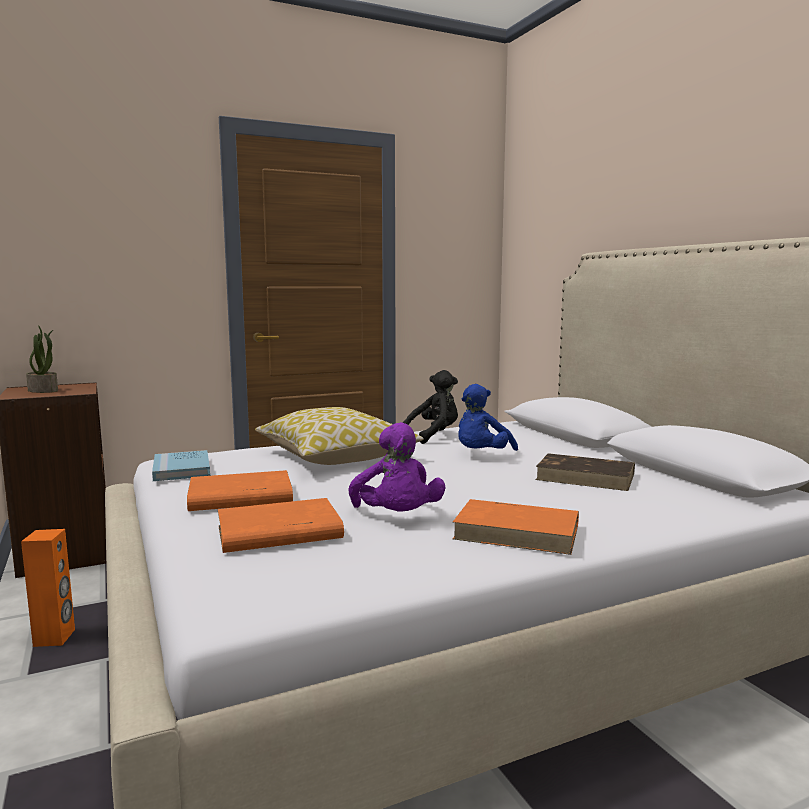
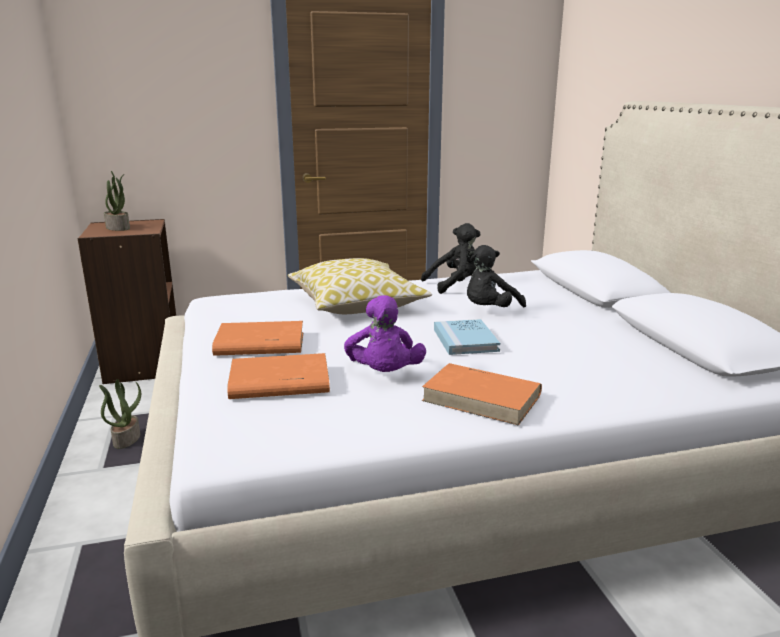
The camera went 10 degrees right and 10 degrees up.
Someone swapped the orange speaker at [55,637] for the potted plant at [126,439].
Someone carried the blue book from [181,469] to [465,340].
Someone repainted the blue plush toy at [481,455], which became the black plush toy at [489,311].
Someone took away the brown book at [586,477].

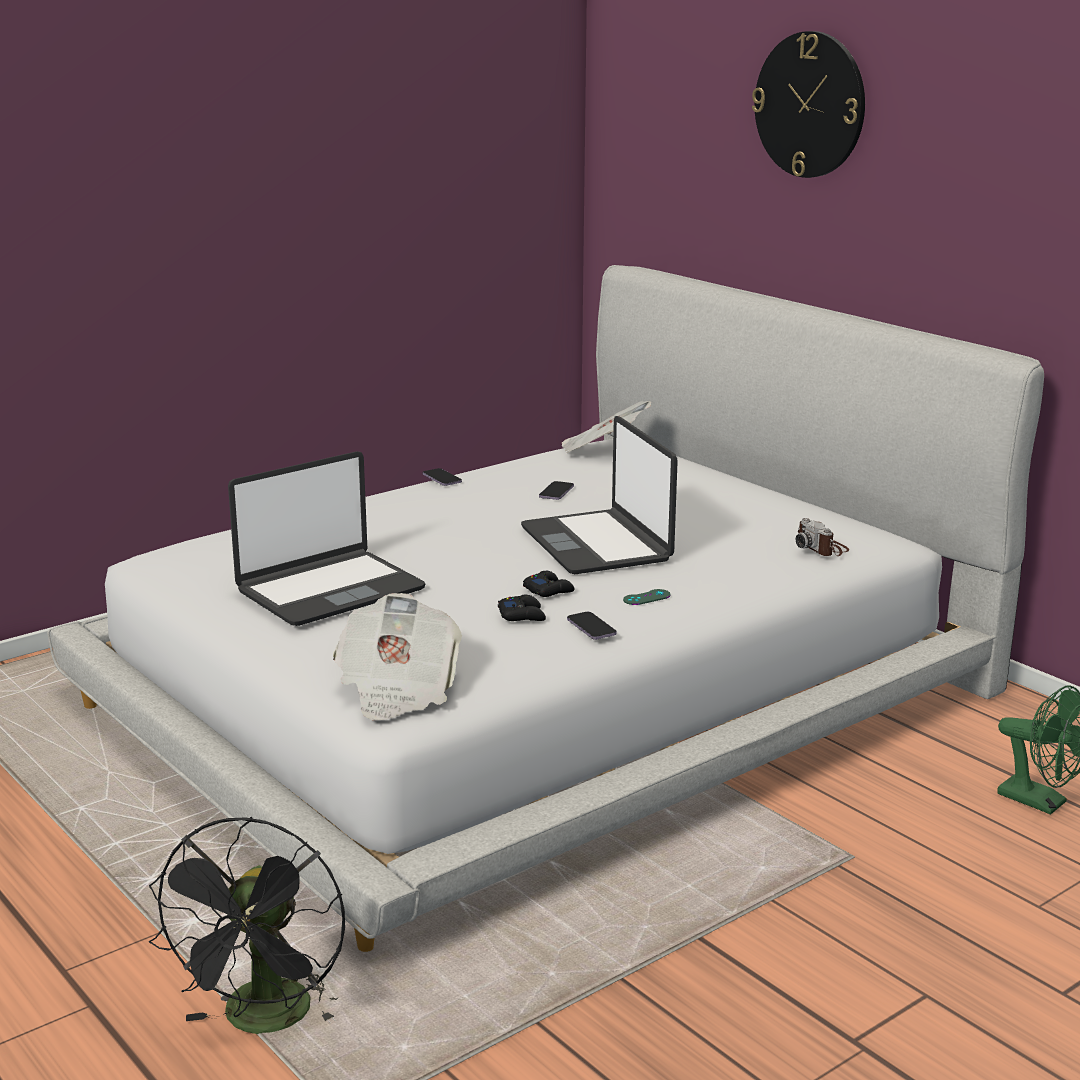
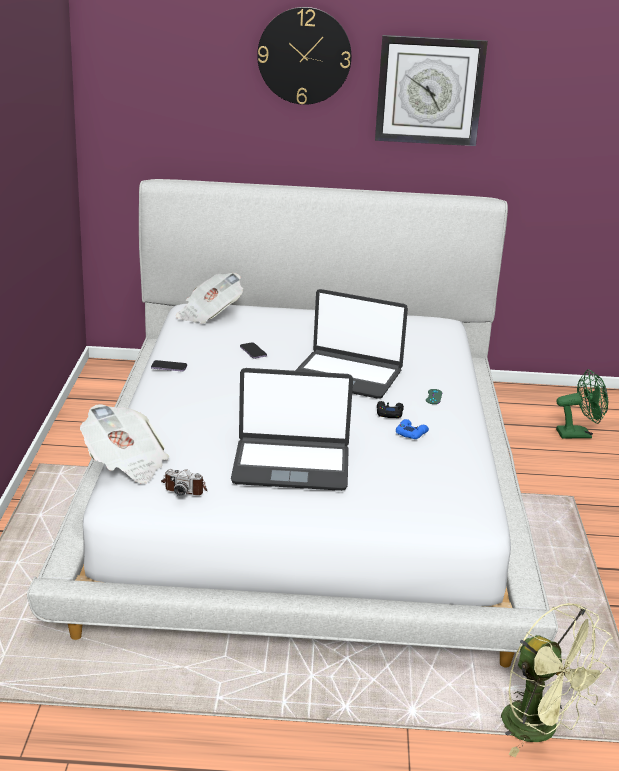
The camera went 50 degrees left and 5 degrees up.
Someone repainted the black fan at [264,1022], which became the green fan at [540,730].
Someone rotated the laptop at [329,590] by 90 degrees clockwise.
Someone carried the newspaper from [397,690] to [126,463].
Someone repainted the black game controller at [522,615], which became the blue game controller at [411,433].
Someone took away the phone at [591,628].
Someone carried the photo camera from [821,548] to [185,488].
Someone put up the wall clock at [429,90].

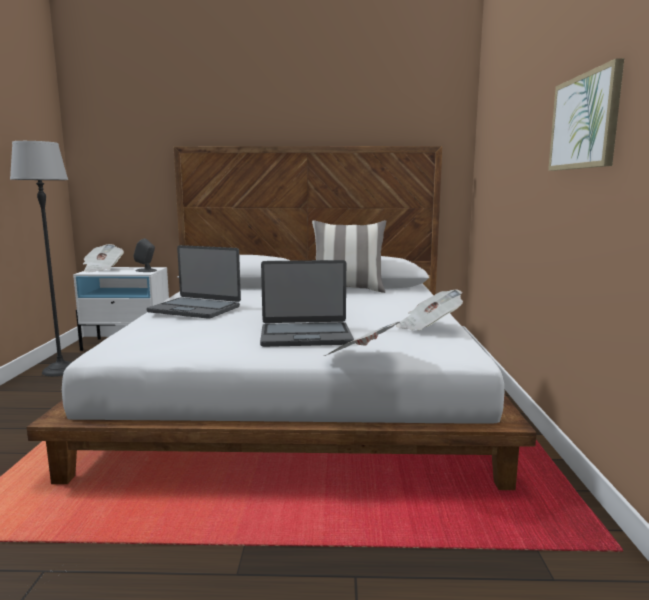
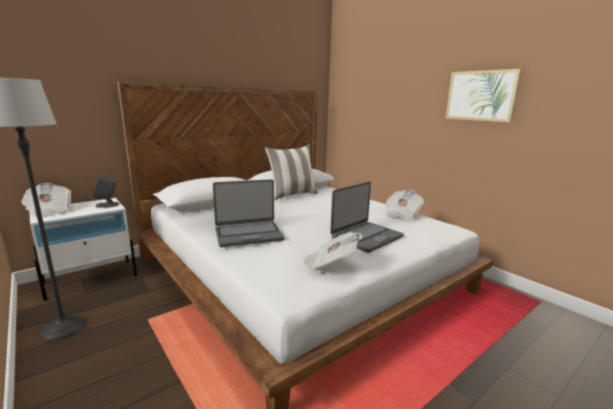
The camera went 40 degrees left and 5 degrees up.
Someone carried the newspaper from [361,359] to [330,264].

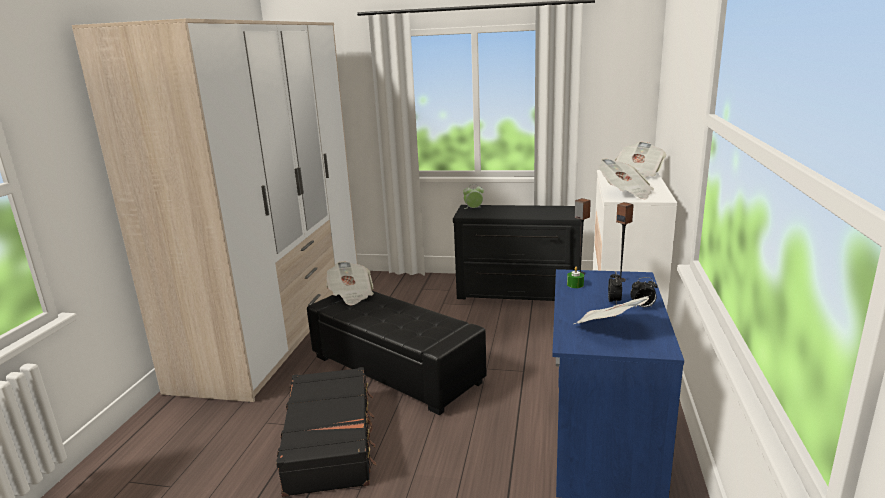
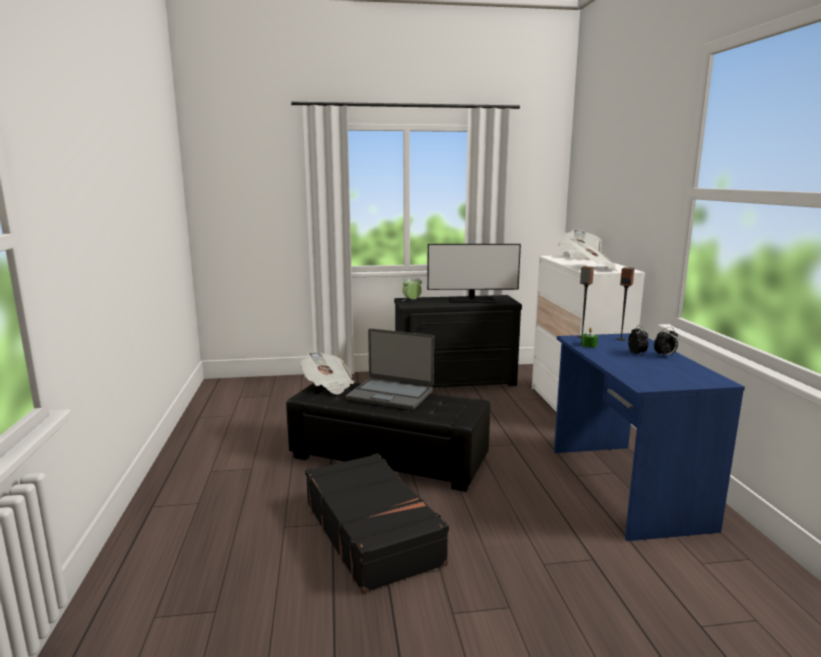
The camera went 20 degrees left and 5 degrees down.
Someone took away the wardrobe at [279,325].
Someone took away the newspaper at [609,328].
Someone put down the laptop at [390,394].
Someone put down the monitor at [472,300].

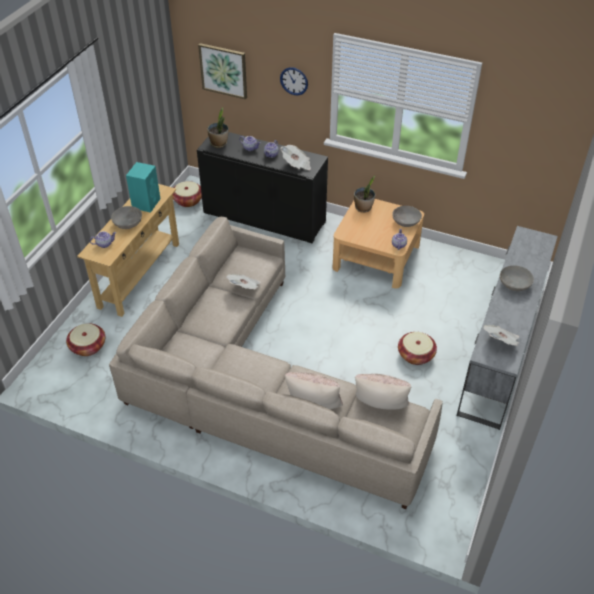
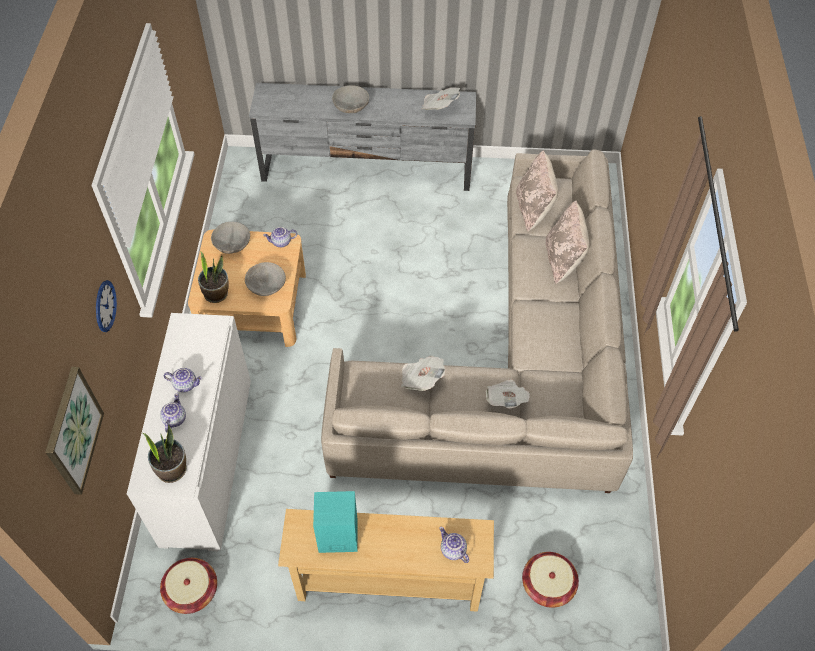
The camera went 110 degrees left and 10 degrees up.
Someone carried the grey bowl from [128,223] to [266,285].
Someone repainted the black cabinet at [264,217], which became the white cabinet at [207,460].
Someone carried the newspaper from [296,164] to [506,399].
Someone took away the basket at [415,355].

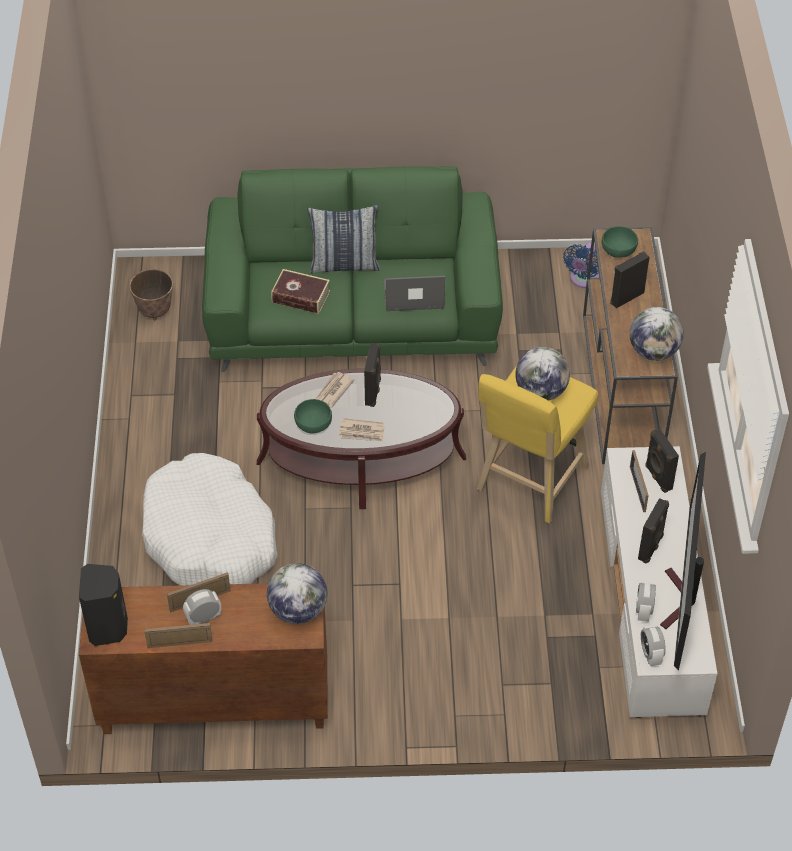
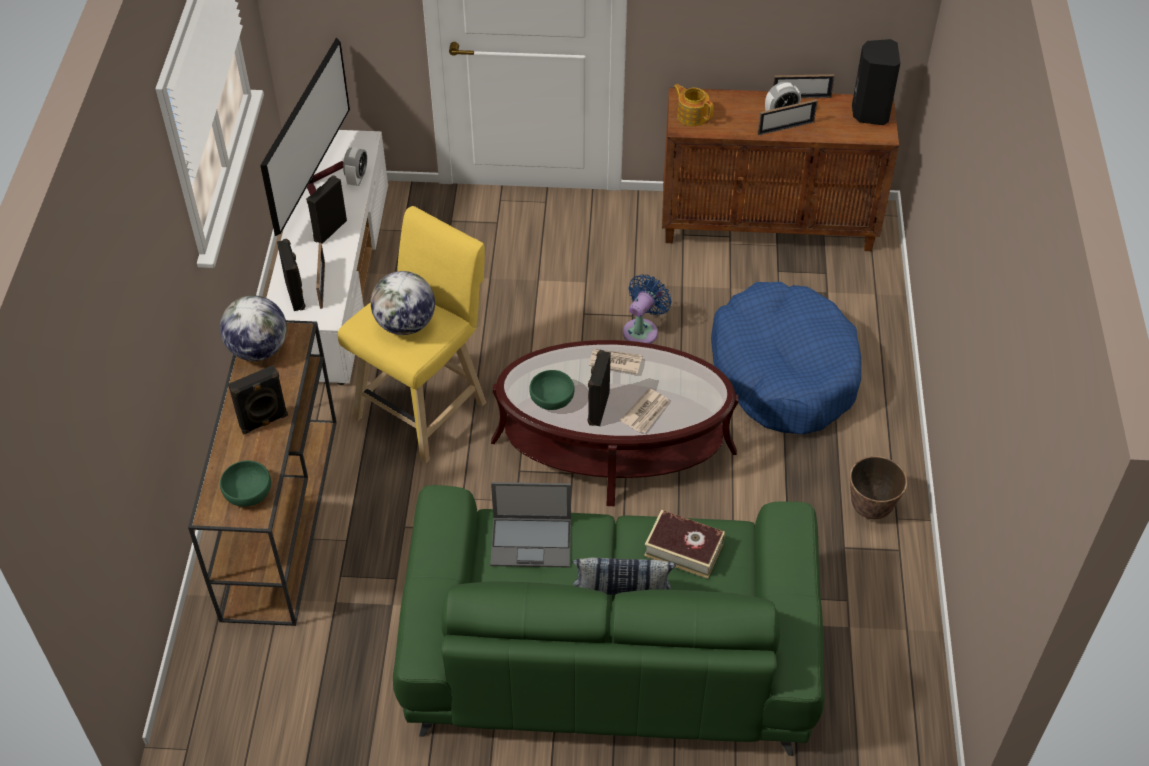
The camera went 175 degrees left and 0 degrees up.
Someone carried the planter from [155,312] to [870,509].
Someone repainted the white dog bed at [210,537], which became the blue dog bed at [783,371].
Someone swapped the globe at [298,610] for the teapot at [692,115].
Someone carried the green bowl from [312,423] to [552,399].
Someone carried the blue fan from [583,280] to [642,330].
Someone took away the alarm clock at [650,654].

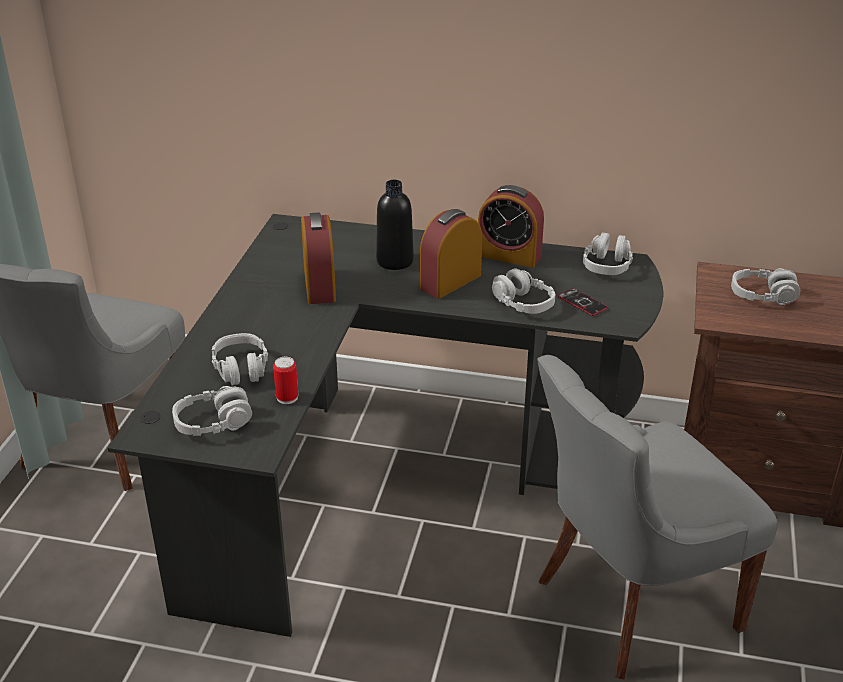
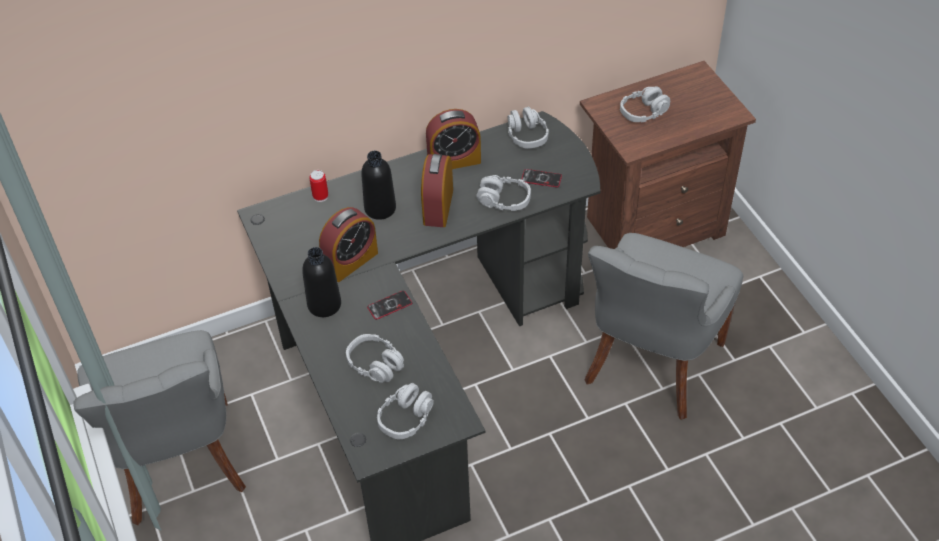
The camera went 35 degrees left and 15 degrees up.
Someone carried the can from [287,397] to [320,196].
Someone rotated the alarm clock at [319,286] by 90 degrees clockwise.
Someone put down the black bottle at [324,304].
Someone put down the phone at [389,305].

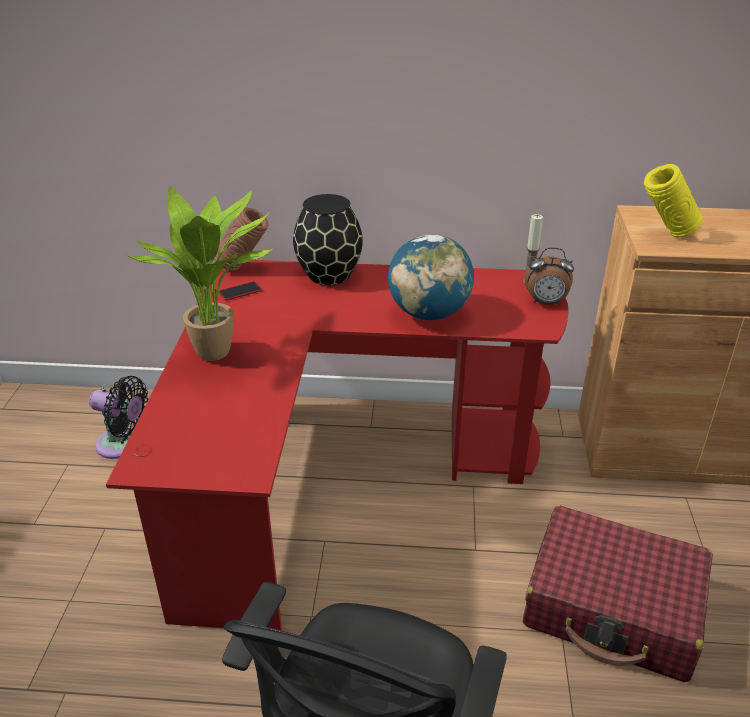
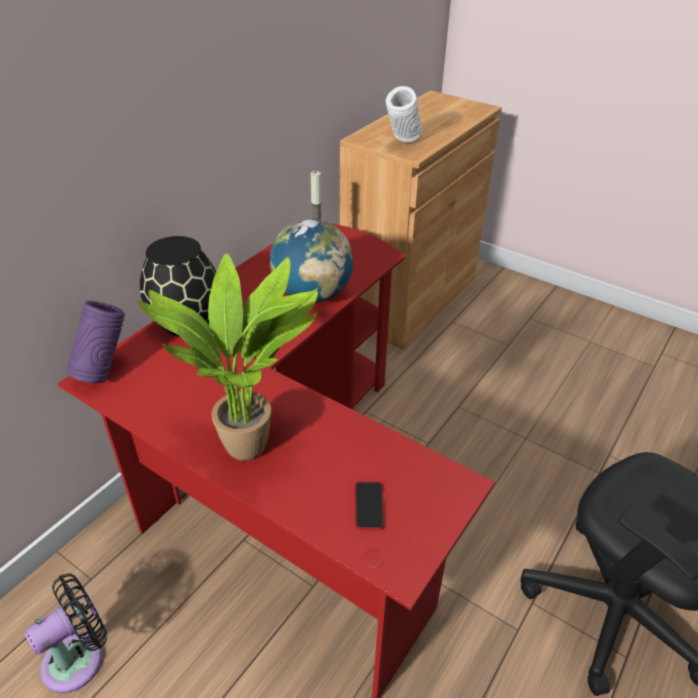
The camera went 60 degrees left and 5 degrees up.
Someone repainted the brown vase at [243,268], which became the purple vase at [104,372].
Someone carried the phone from [240,292] to [369,506].
Someone took away the red suitcase at [613,608].
Someone took away the alarm clock at [546,303].
Someone repainted the yellow vase at [665,234], which became the white vase at [402,144].

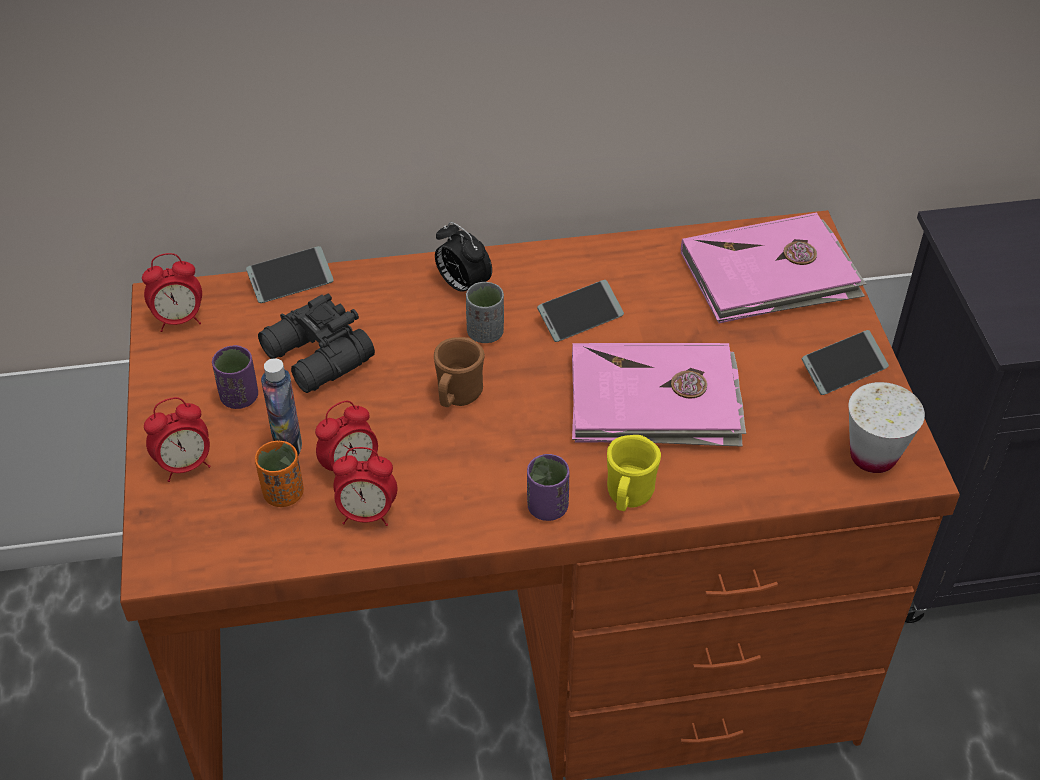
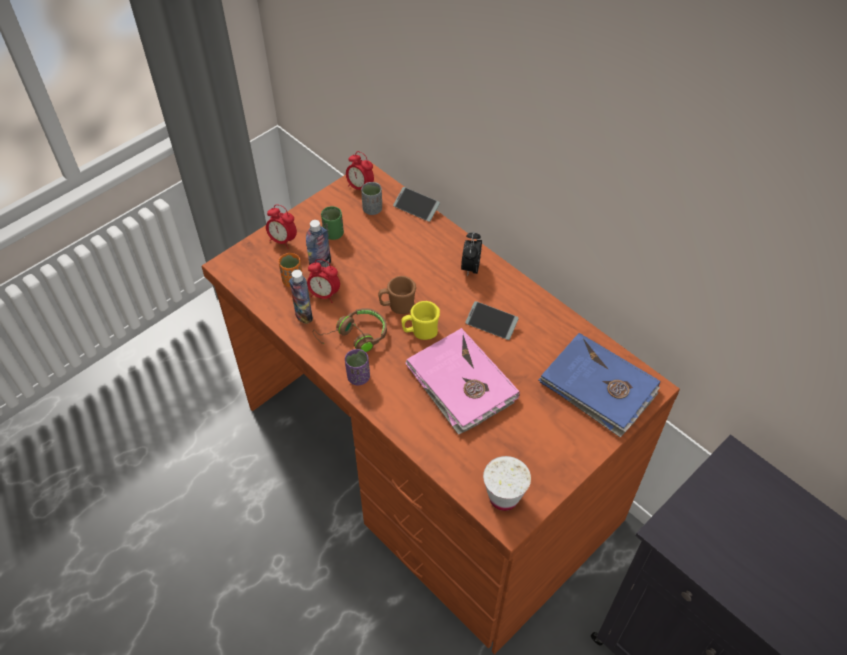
The camera went 55 degrees right and 5 degrees up.
Someone repainted the purple cup at [240,397], which became the green cup at [333,234].
Someone took away the black binoculars at [317,358].
Someone swapped the alarm clock at [367,514] for the bottle at [303,315].
Someone carried the grey cup from [485,333] to [372,209].
Someone carried the yellow mug from [628,497] to [420,332].
Someone repainted the pink book at [770,275], which became the blue book at [598,387].
Someone took away the phone at [843,369].
Someone put down the brown headphones at [354,337].

